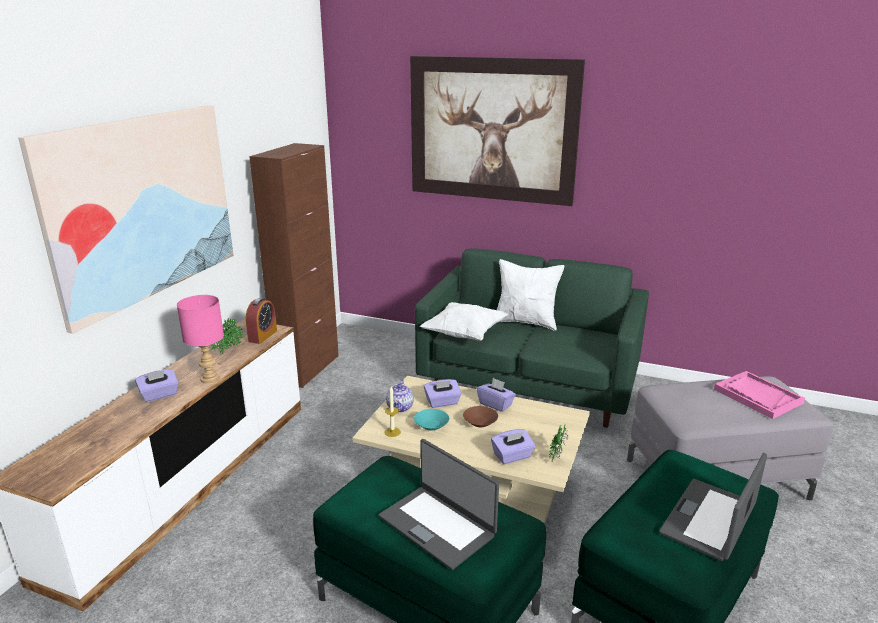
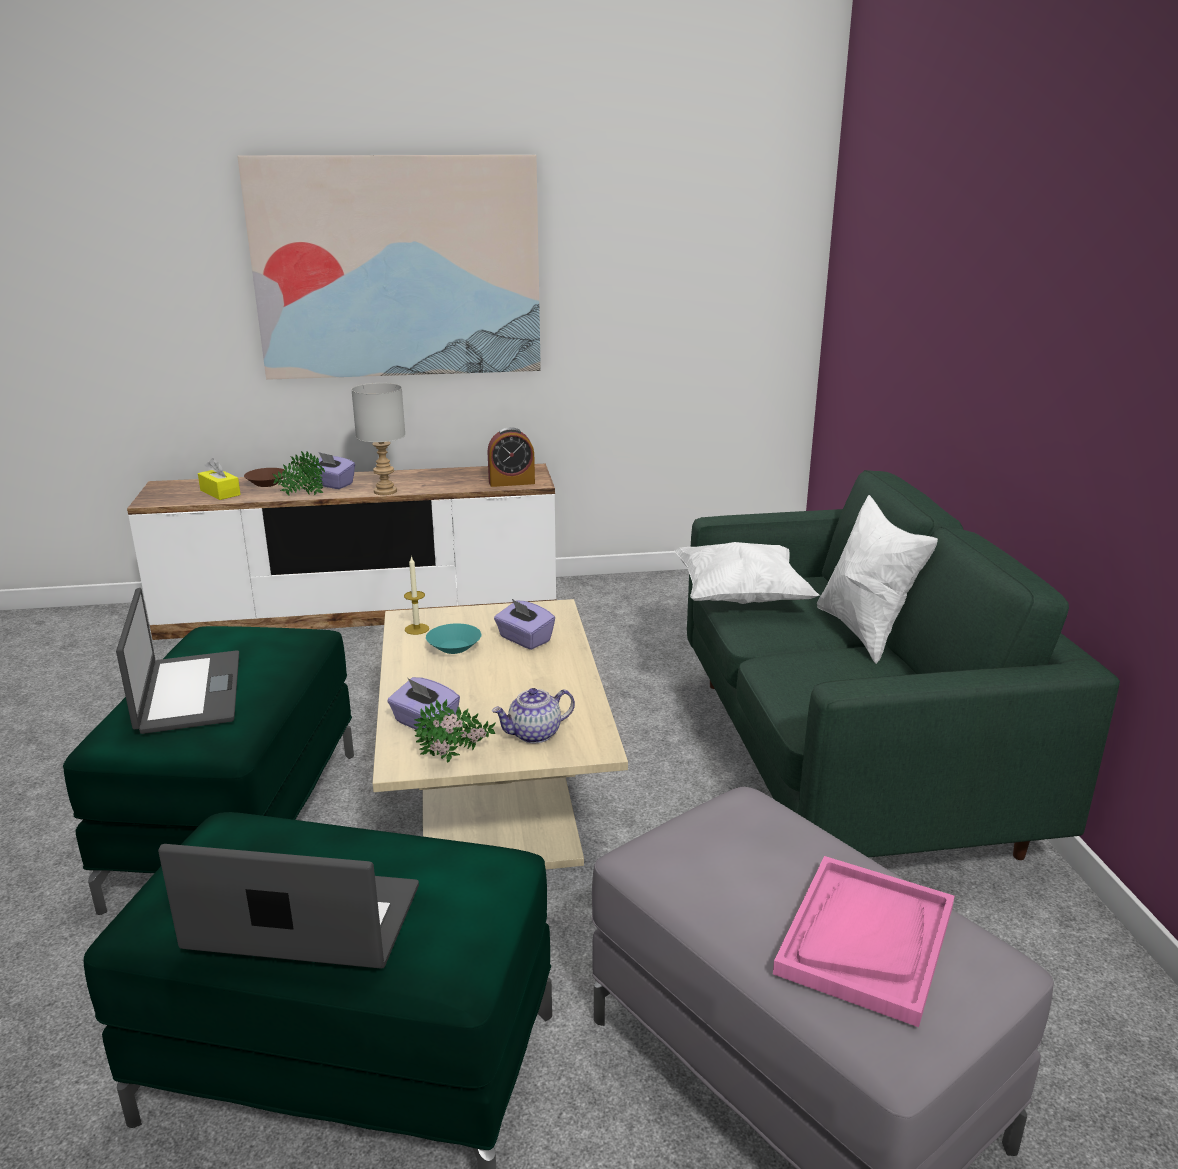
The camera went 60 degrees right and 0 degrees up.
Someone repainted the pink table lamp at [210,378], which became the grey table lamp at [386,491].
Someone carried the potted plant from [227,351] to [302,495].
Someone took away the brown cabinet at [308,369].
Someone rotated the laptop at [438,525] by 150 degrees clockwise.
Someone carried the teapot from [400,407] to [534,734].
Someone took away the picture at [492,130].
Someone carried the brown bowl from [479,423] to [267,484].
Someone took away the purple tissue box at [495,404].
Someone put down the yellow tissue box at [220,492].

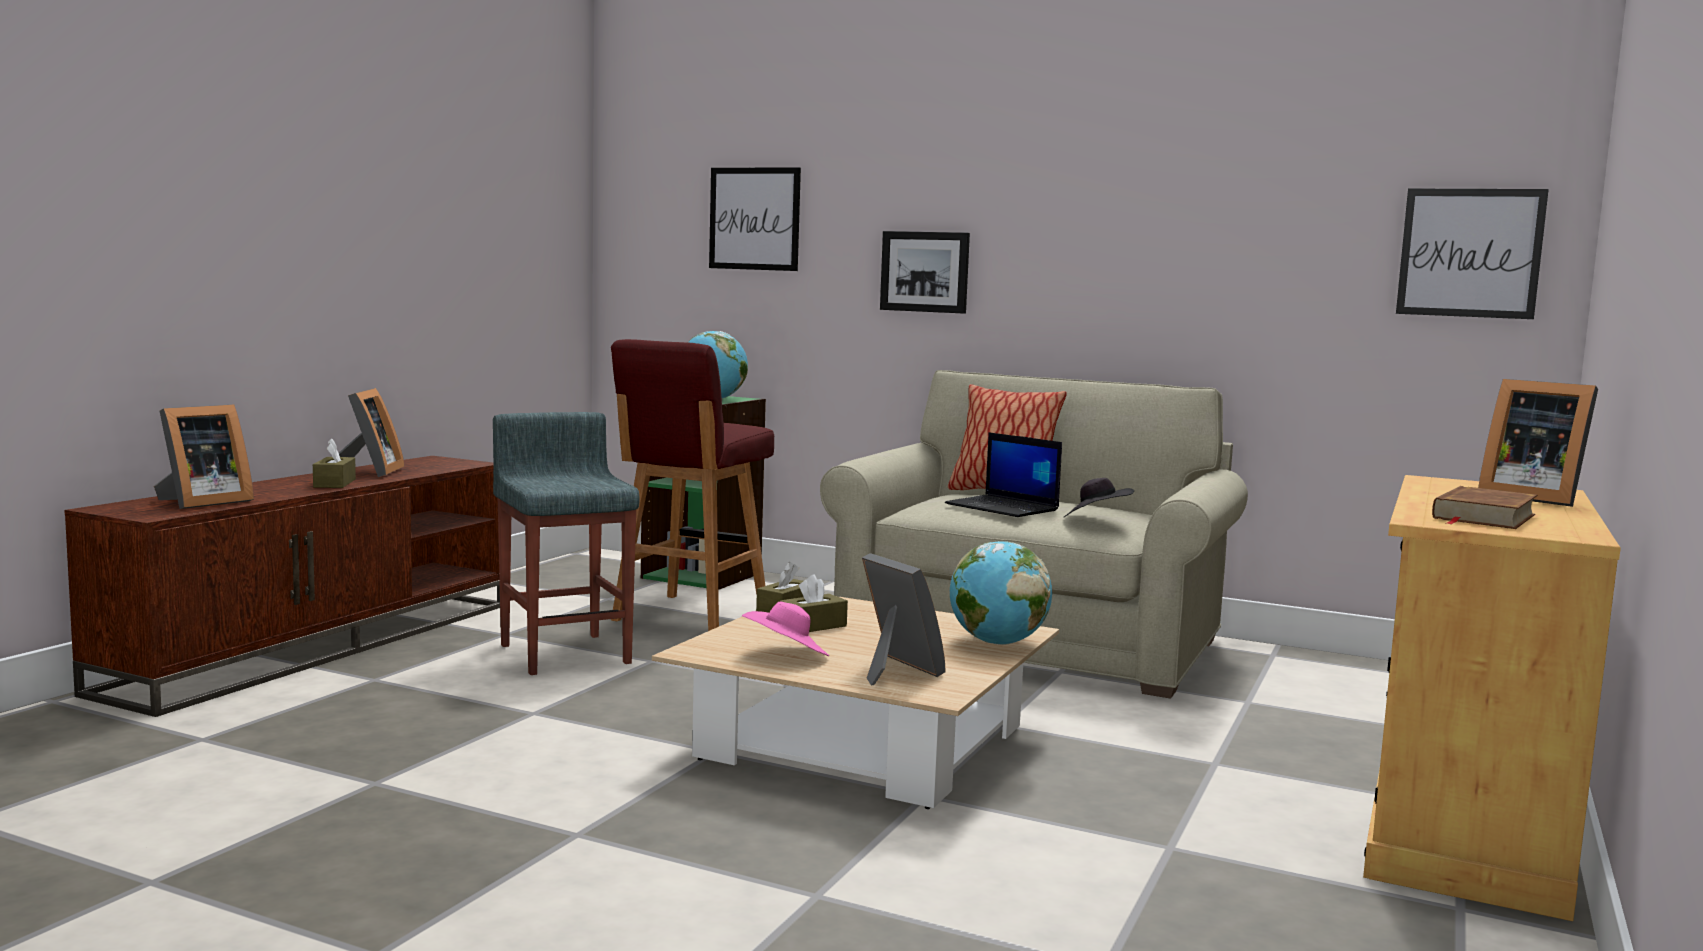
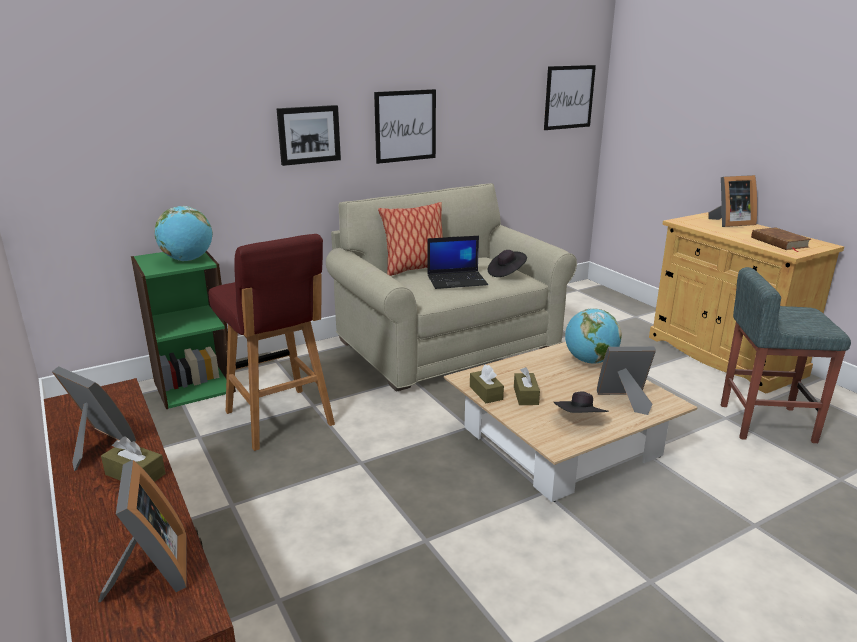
The camera went 55 degrees left and 15 degrees up.
Someone carried the grey stool from [565,653] to [765,423].
Someone carried the picture from [754,219] to [405,126].
Someone repainted the pink hat at [787,655], which became the black hat at [580,420].

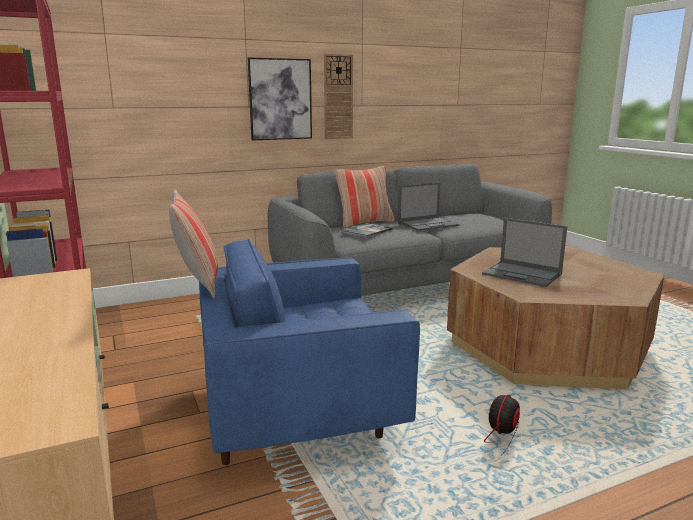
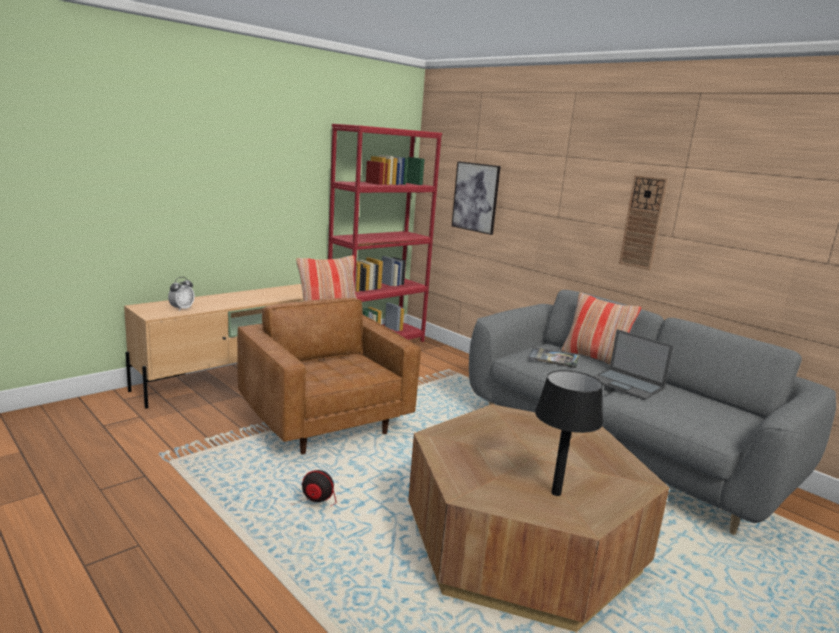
The camera went 70 degrees right and 0 degrees up.
Someone repainted the blue armchair at [298,413], which became the brown armchair at [324,423].
Someone carried the picture from [280,99] to [476,197].
Someone took away the laptop at [523,274].
Someone put down the alarm clock at [182,309].
Someone put down the black table lamp at [556,493].

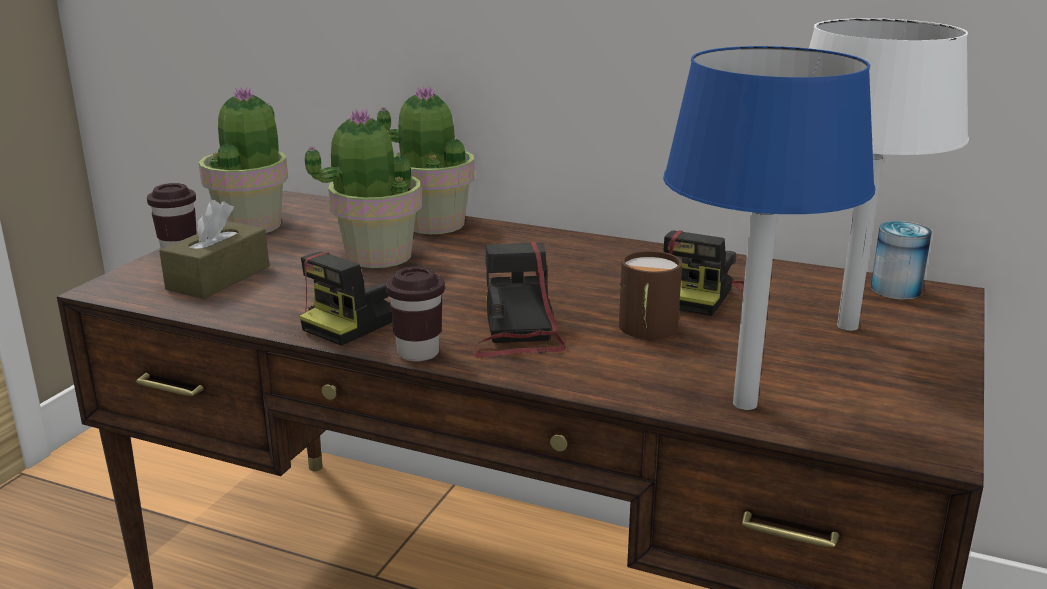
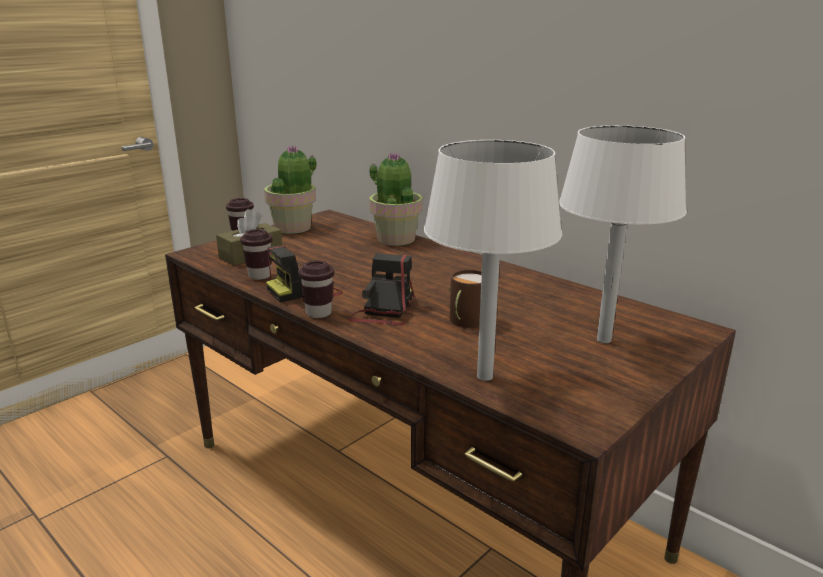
The camera went 20 degrees right and 0 degrees up.
Someone took away the potted plant at [377,256].
Someone repainted the blue table lamp at [744,404], which became the white table lamp at [484,376].
Someone took away the photo camera at [701,295].
Someone took away the can at [895,290].
Someone put down the brown cup at [260,276].

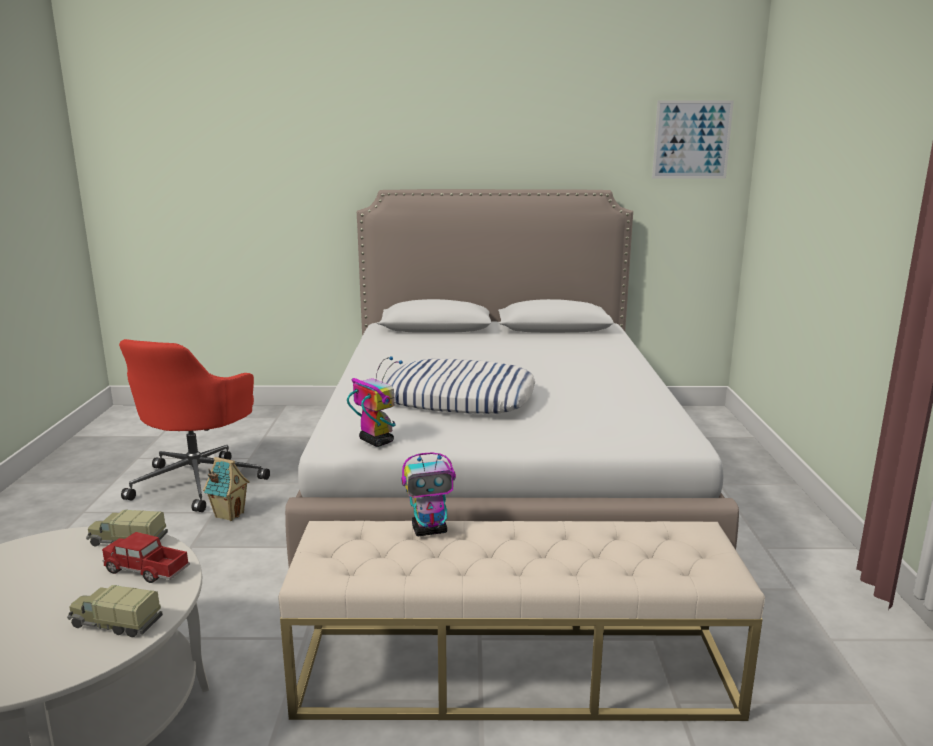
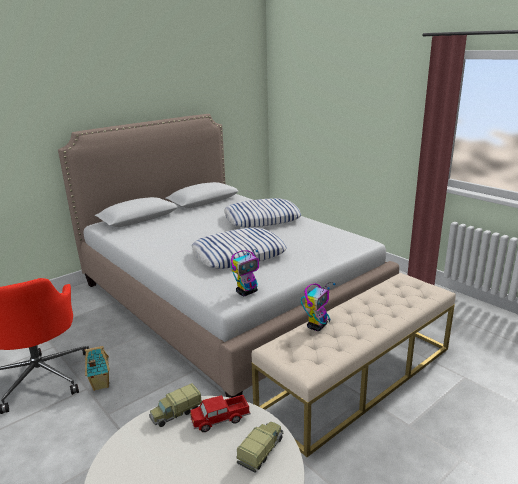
The camera went 40 degrees left and 5 degrees up.
Someone rotated the toy truck at [115,623] by 150 degrees clockwise.
Someone rotated the toy robot at [376,441] by 135 degrees clockwise.
Someone took away the picture at [692,140].
Someone put down the pillow at [262,219].

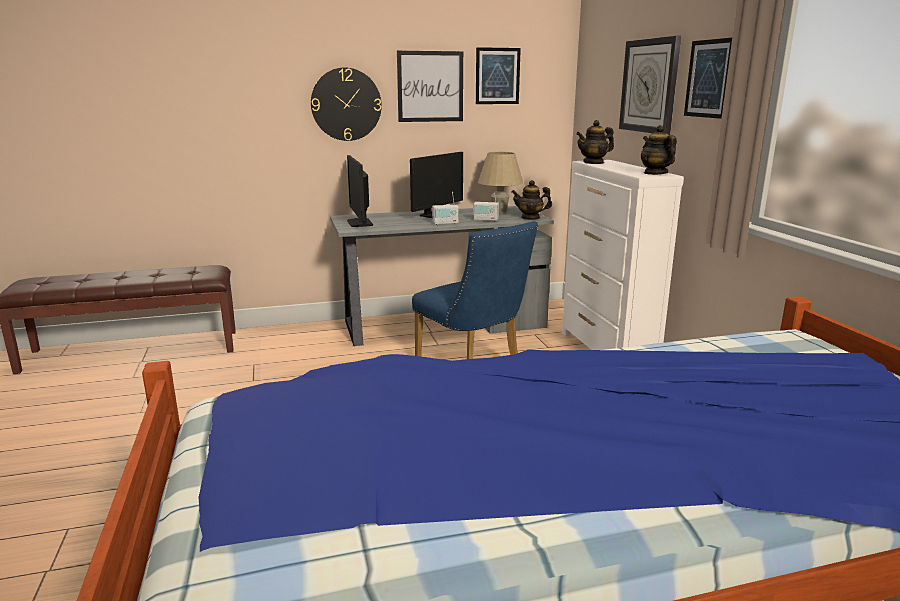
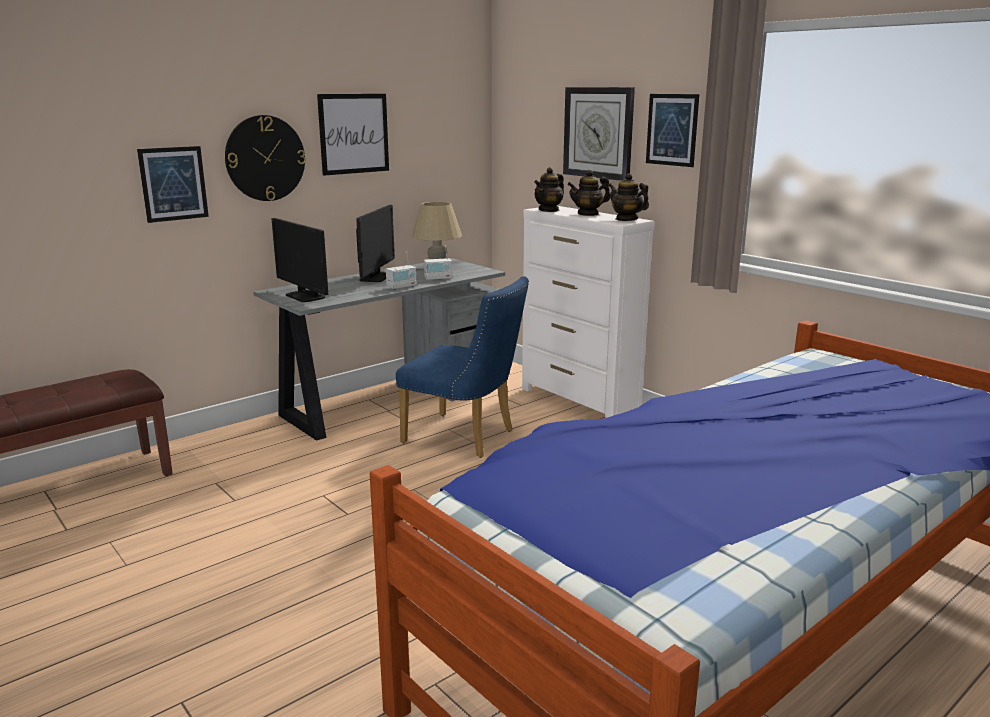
The camera went 25 degrees left and 0 degrees up.
Someone carried the picture from [497,76] to [173,184].
Someone carried the teapot from [530,218] to [588,214].

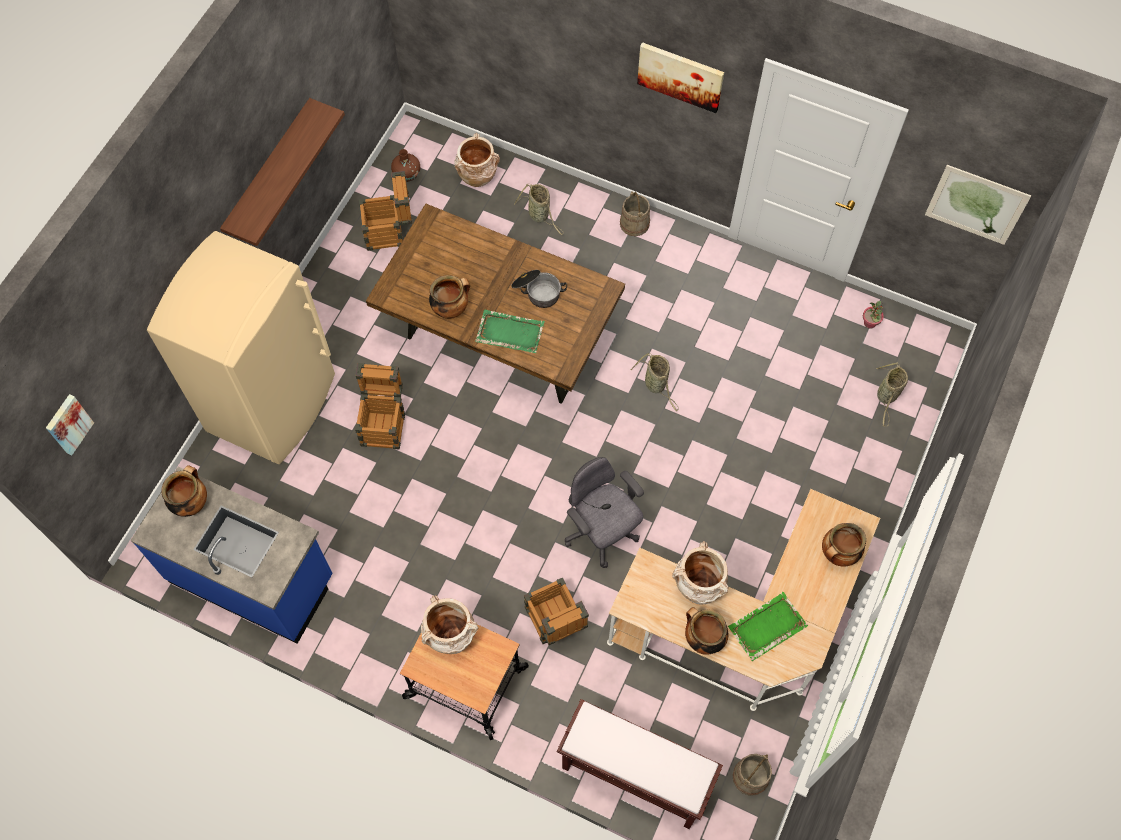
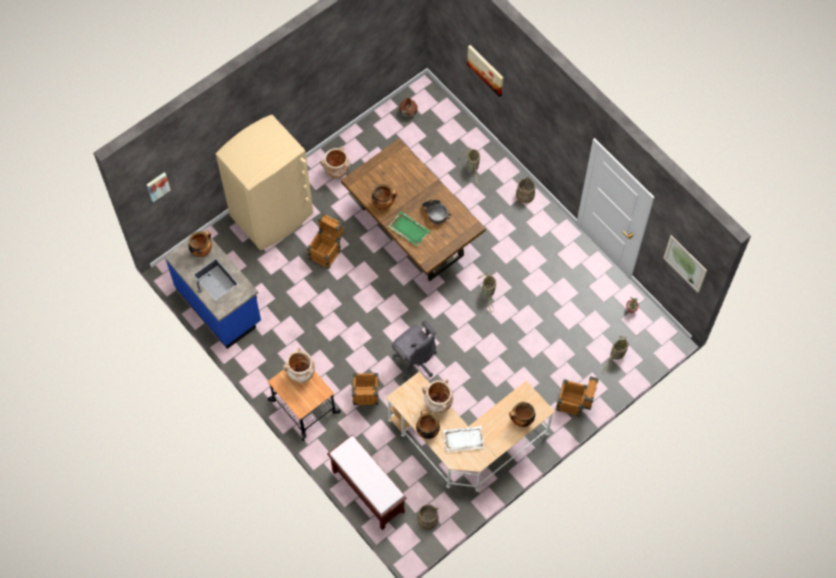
The camera went 25 degrees right and 0 degrees up.
Someone took away the shelf at [269,171].
Someone carried the crate from [390,232] to [575,404].
Someone carried the beige vase from [478,179] to [337,172].
Someone rotated the grey office chair at [601,532] by 150 degrees clockwise.
Someone carried the picture from [680,76] to [486,70].
Someone repainted the green tray at [766,627], which became the white tray at [463,439].

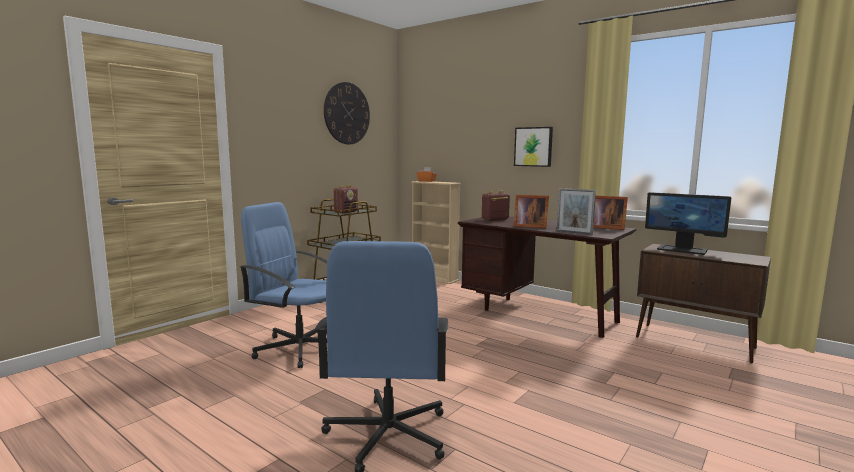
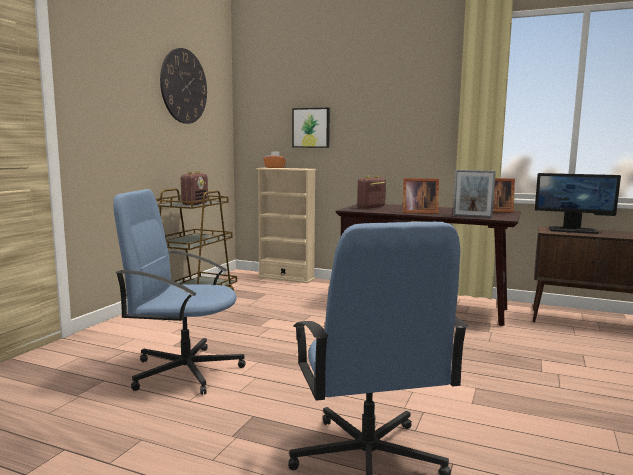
The camera went 15 degrees left and 0 degrees up.
Someone carried the picture from [533,146] to [311,128].

